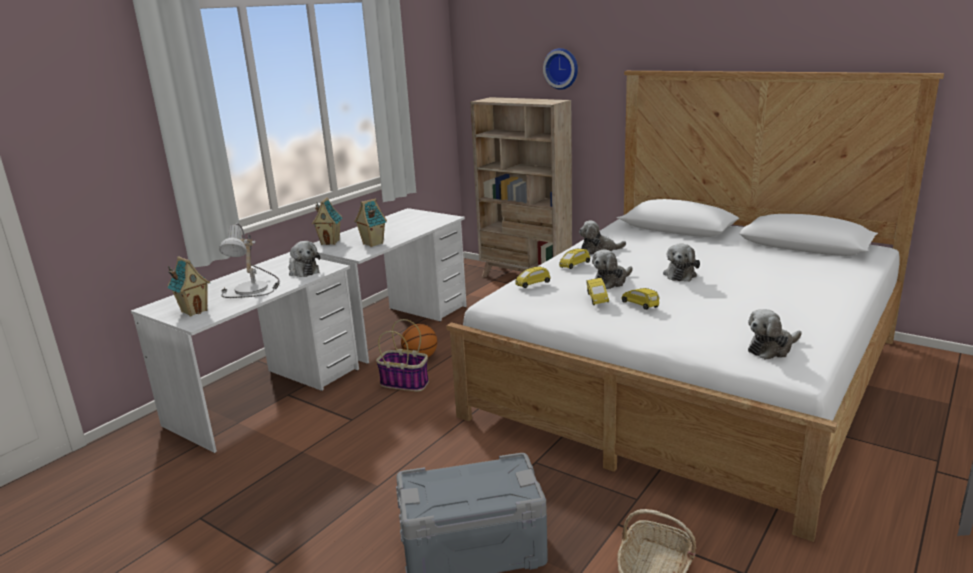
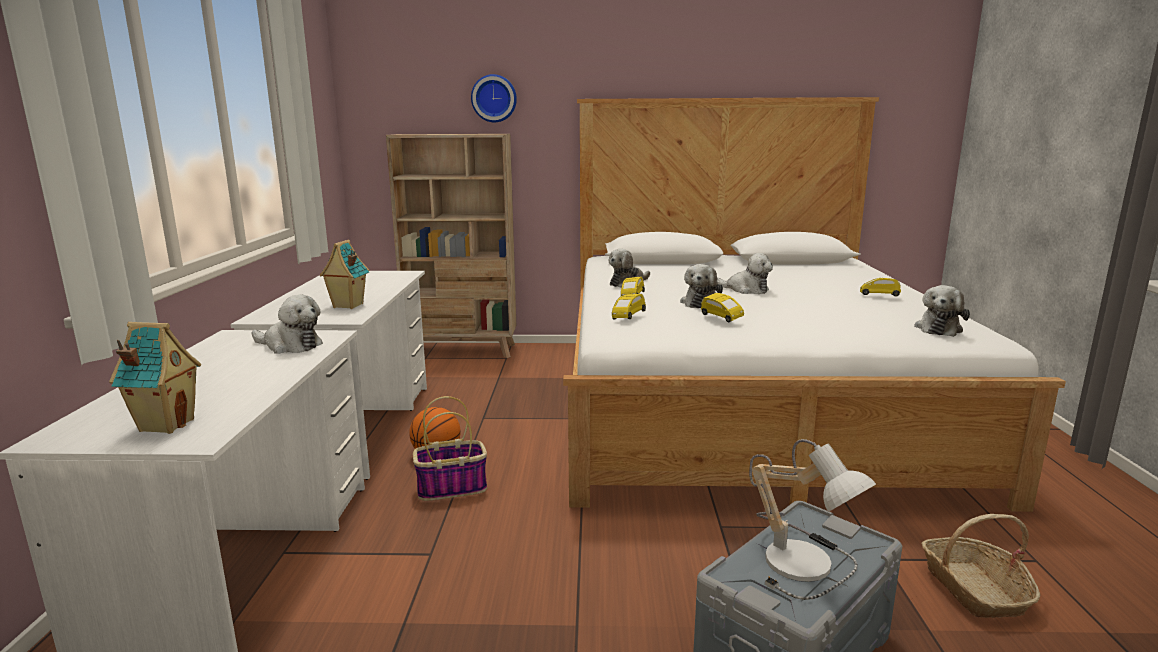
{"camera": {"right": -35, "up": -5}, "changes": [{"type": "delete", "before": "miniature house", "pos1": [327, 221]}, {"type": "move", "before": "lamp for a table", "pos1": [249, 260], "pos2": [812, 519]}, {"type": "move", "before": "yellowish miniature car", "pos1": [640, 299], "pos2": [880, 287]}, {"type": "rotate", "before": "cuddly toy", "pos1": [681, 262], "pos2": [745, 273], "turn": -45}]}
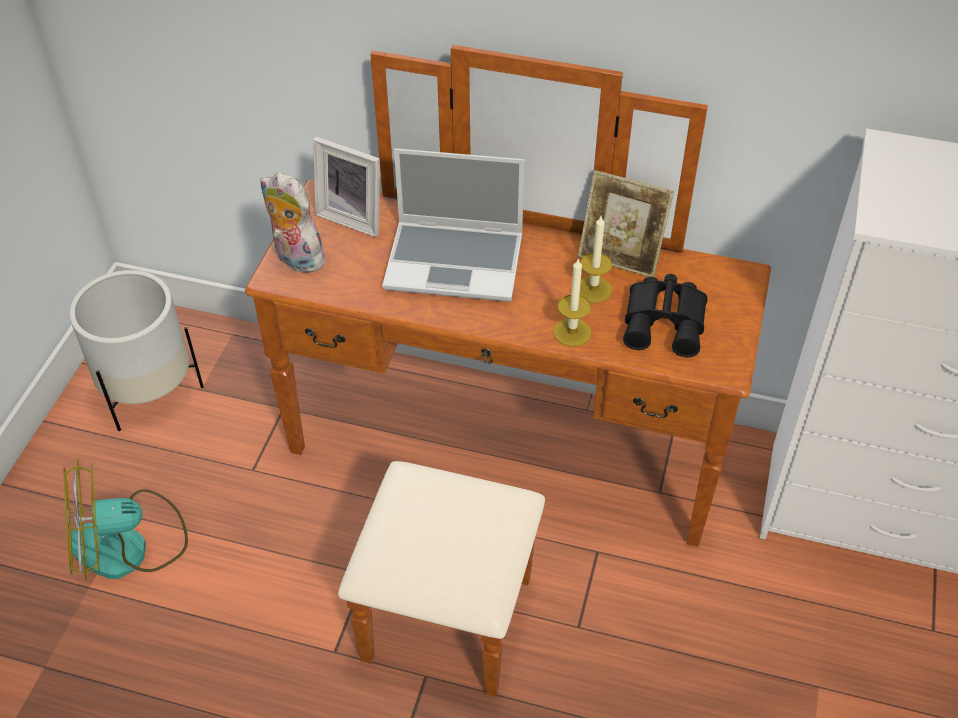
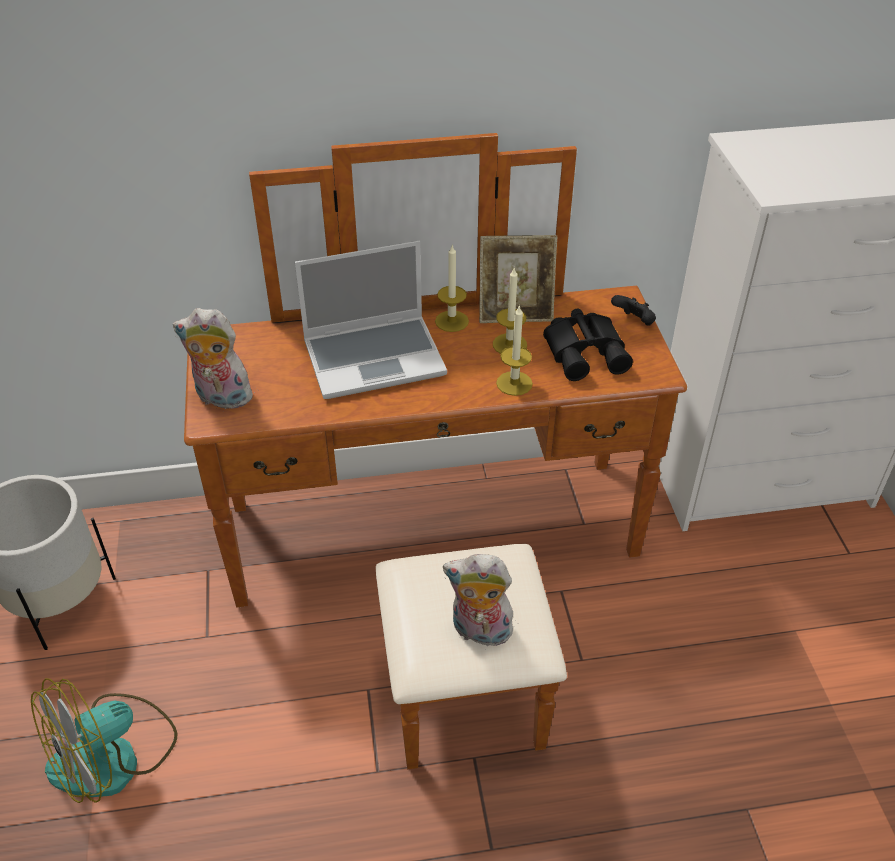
{"camera": {"right": -25, "up": -5}, "changes": [{"type": "delete", "before": "standing frame", "pos1": [346, 187]}, {"type": "insert", "after": "wax candle", "pos2": [452, 288]}, {"type": "insert", "after": "cuddly toy", "pos2": [478, 600]}, {"type": "insert", "after": "blackish gamepad", "pos2": [633, 310]}]}
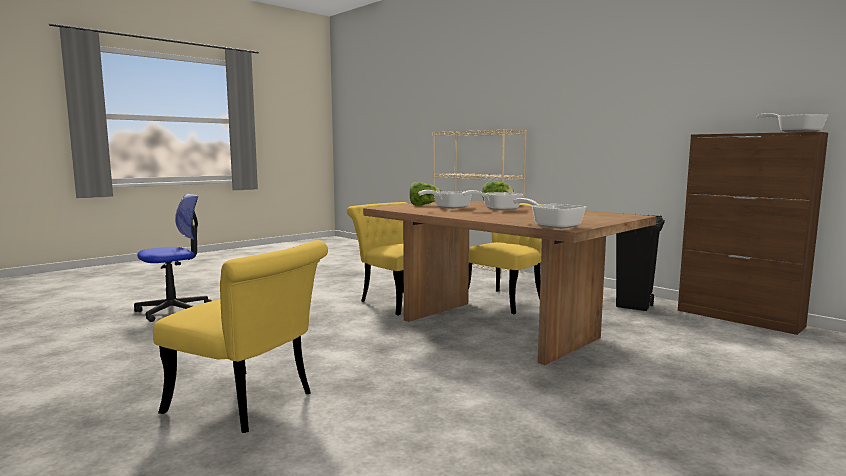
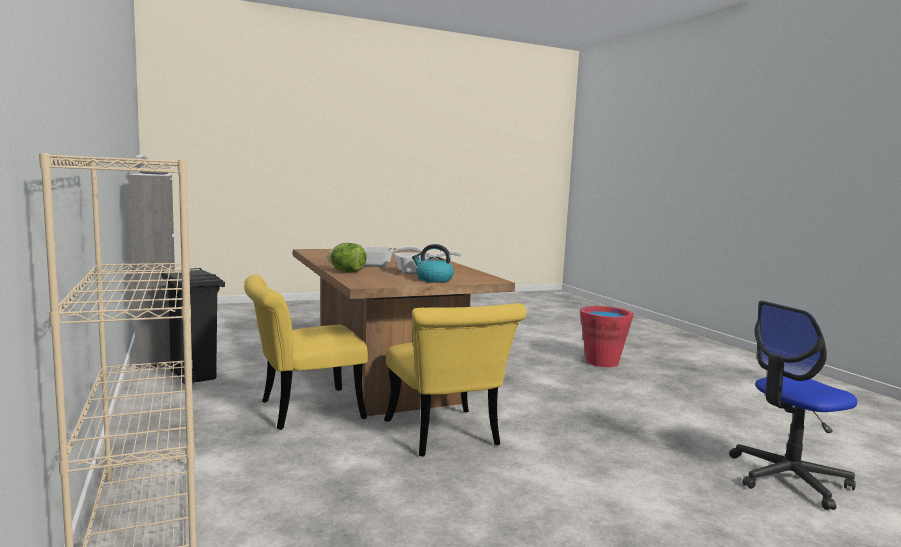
{"camera": {"right": -160, "up": 0}, "changes": [{"type": "delete", "before": "pan", "pos1": [549, 213]}, {"type": "replace", "before": "yellowish upright chair", "after": "red-coloured bucket", "pos1": [240, 336], "pos2": [607, 336]}, {"type": "replace", "before": "lettuce head", "after": "water kettle", "pos1": [425, 193], "pos2": [433, 263]}, {"type": "recolor", "before": "brownish cupboard", "after": "greyish cupboard", "pos1": [753, 233], "pos2": [151, 271]}]}
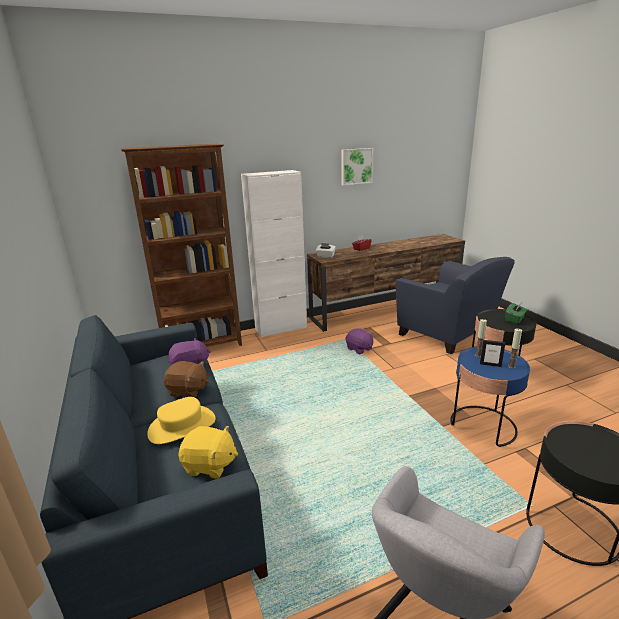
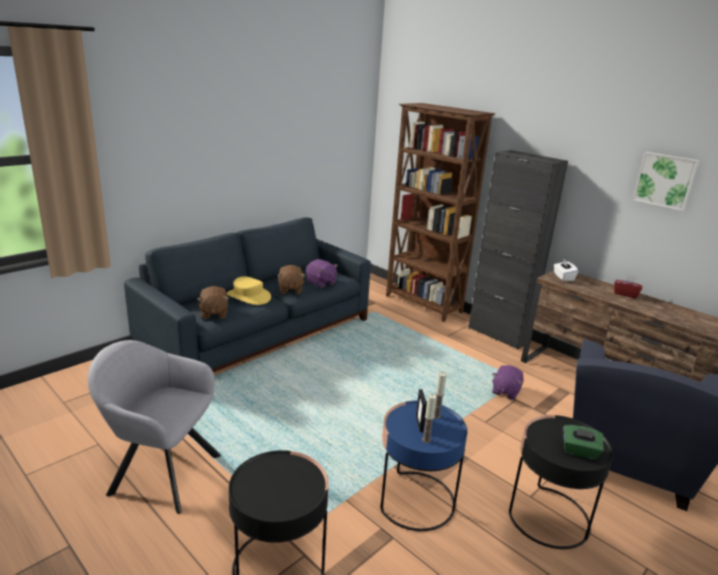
{"camera": {"right": 65, "up": 0}, "changes": [{"type": "recolor", "before": "yellowish cuddly toy", "after": "brownish cuddly toy", "pos1": [208, 452], "pos2": [213, 302]}, {"type": "recolor", "before": "whitish cupboard", "after": "blackish cupboard", "pos1": [274, 254], "pos2": [518, 250]}]}
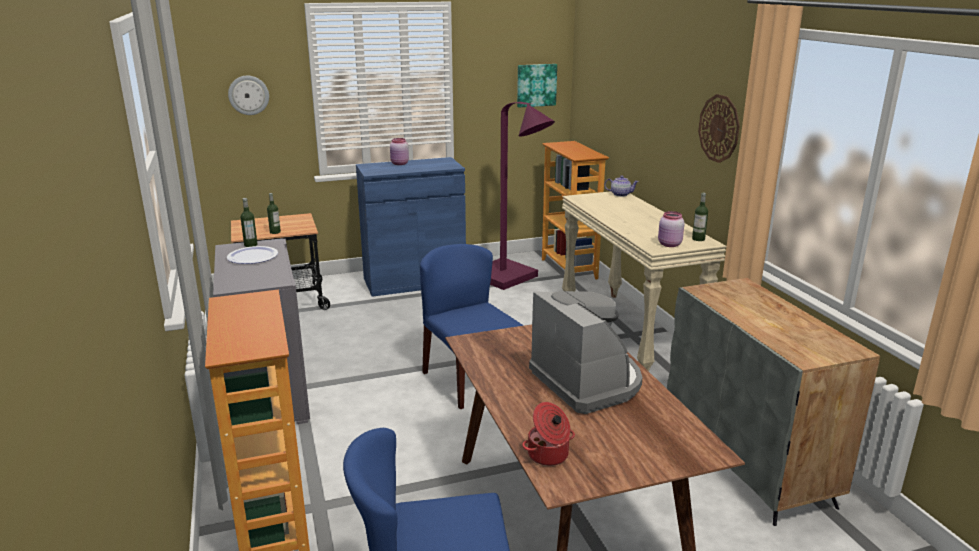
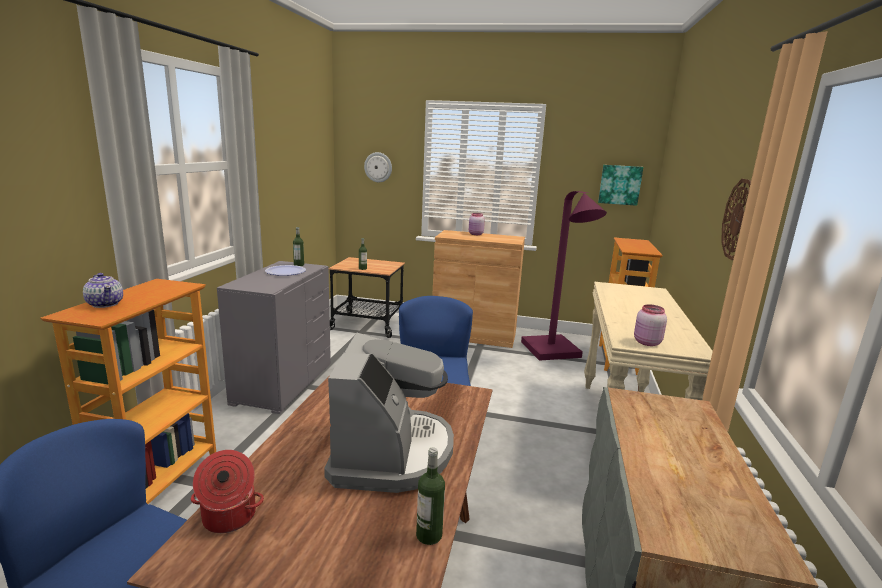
{"camera": {"right": 30, "up": -5}, "changes": [{"type": "move", "before": "tea pot", "pos1": [621, 186], "pos2": [103, 290]}, {"type": "move", "before": "beverage bottle", "pos1": [700, 217], "pos2": [430, 496]}, {"type": "recolor", "before": "bluish cupboard", "after": "brownish cupboard", "pos1": [411, 227], "pos2": [478, 289]}]}
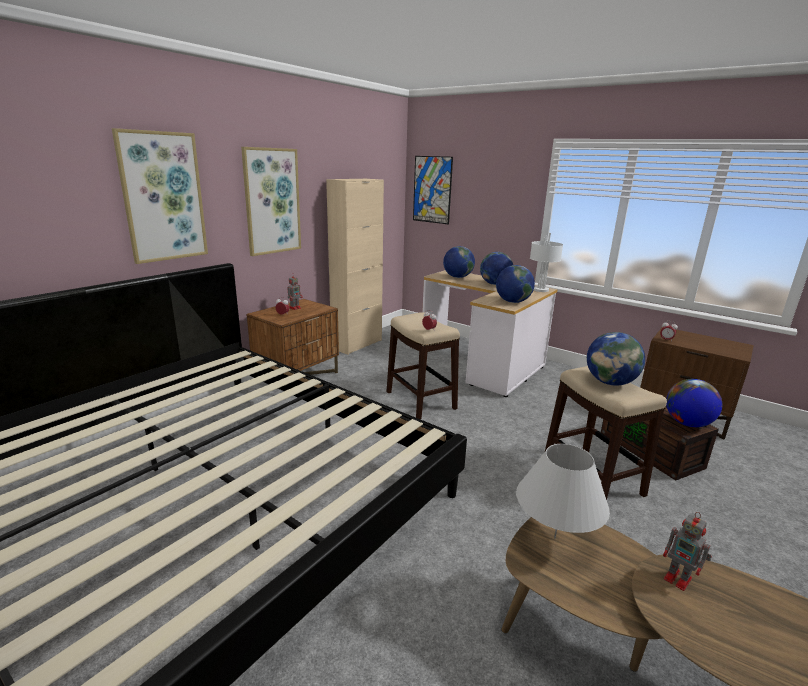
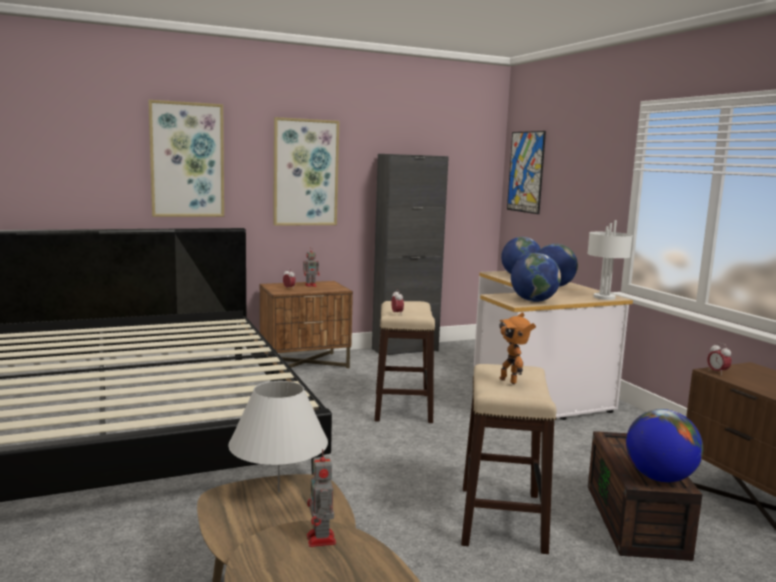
{"camera": {"right": 30, "up": -10}, "changes": [{"type": "replace", "before": "world globe", "after": "robot figure", "pos1": [616, 359], "pos2": [517, 348]}, {"type": "recolor", "before": "beige-coloured cupboard", "after": "blackish cupboard", "pos1": [355, 267], "pos2": [410, 254]}]}
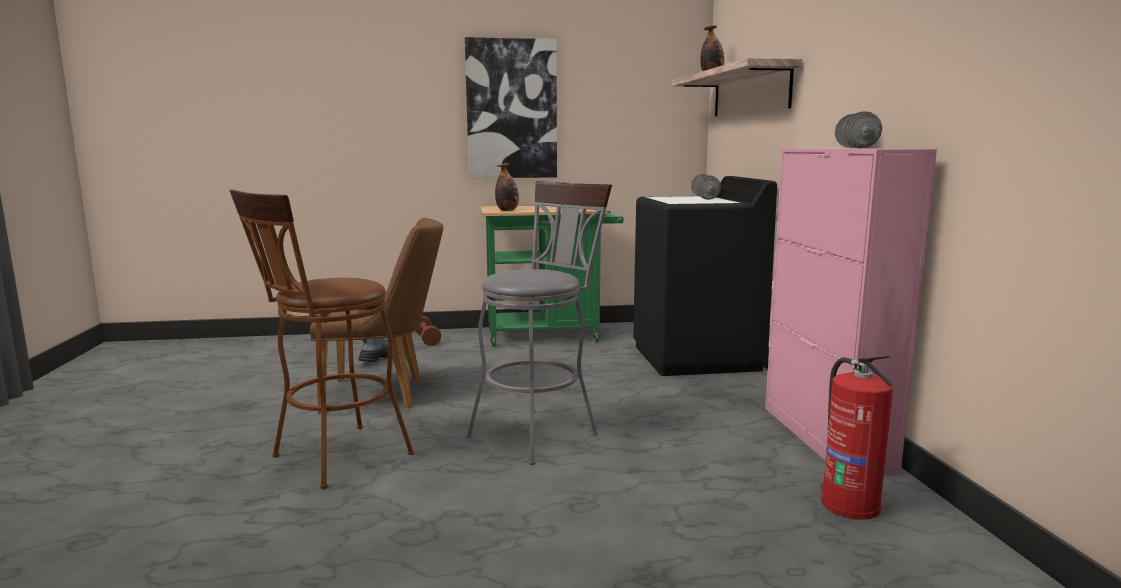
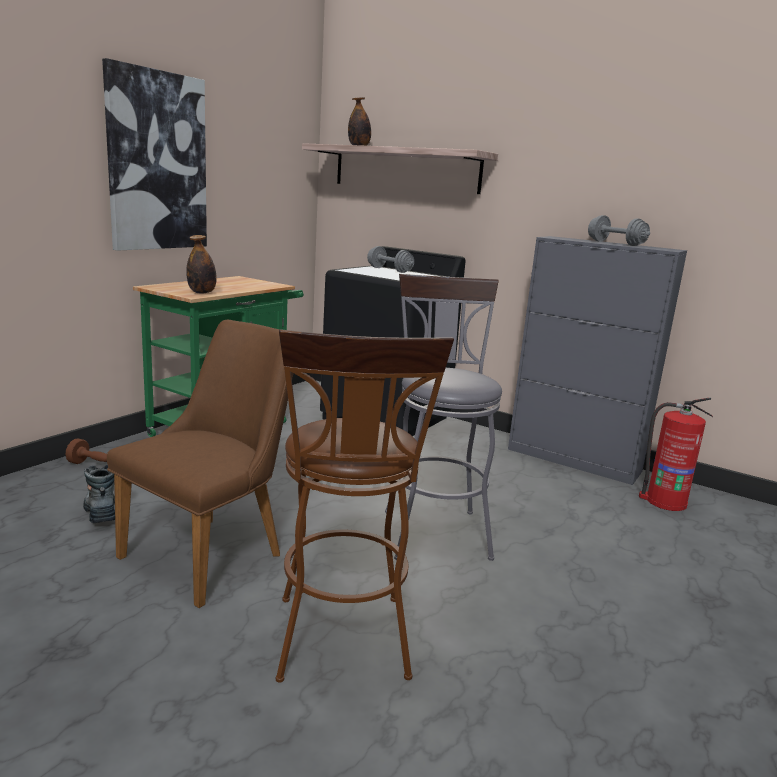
{"camera": {"right": -50, "up": 5}, "changes": [{"type": "recolor", "before": "pinkish cupboard", "after": "greyish cupboard", "pos1": [851, 312], "pos2": [597, 360]}]}
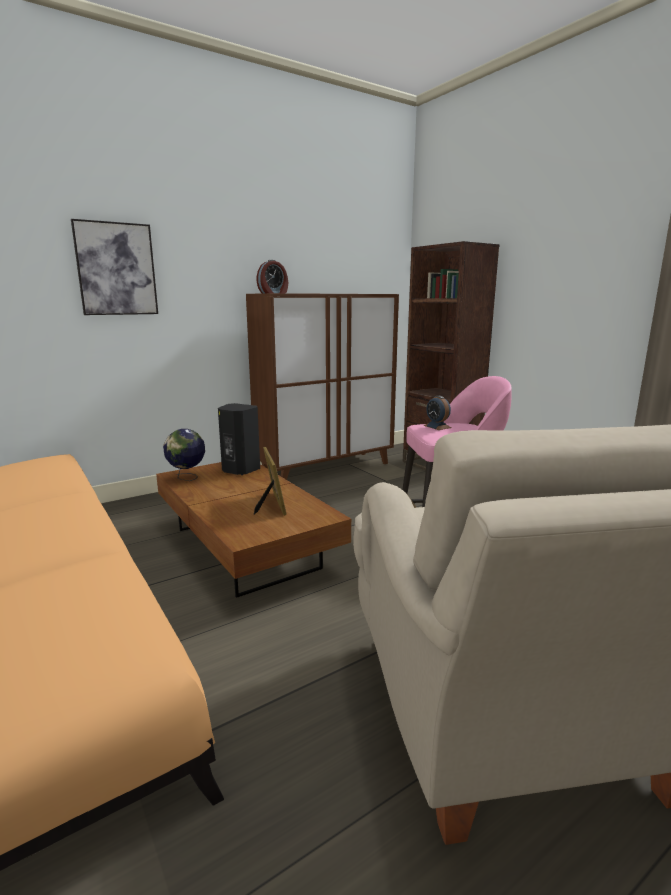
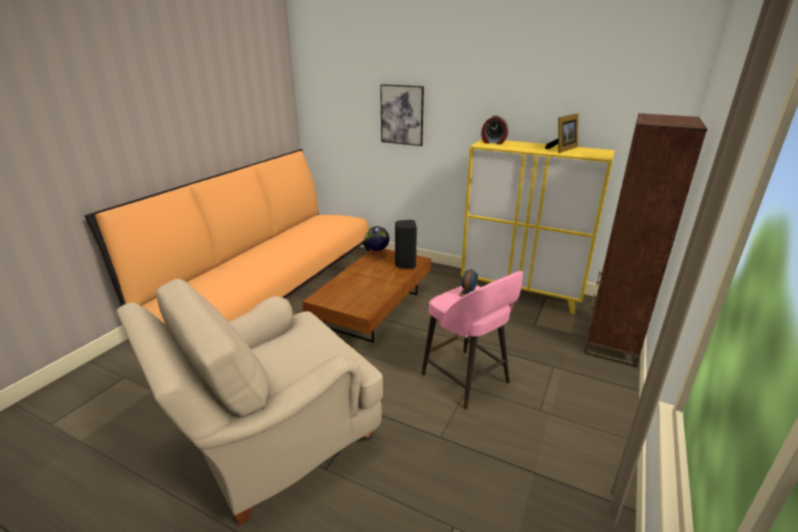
{"camera": {"right": 60, "up": 10}, "changes": [{"type": "move", "before": "standing frame", "pos1": [270, 481], "pos2": [561, 133]}, {"type": "recolor", "before": "brownish cupboard", "after": "yellowish cupboard", "pos1": [322, 386], "pos2": [538, 227]}]}
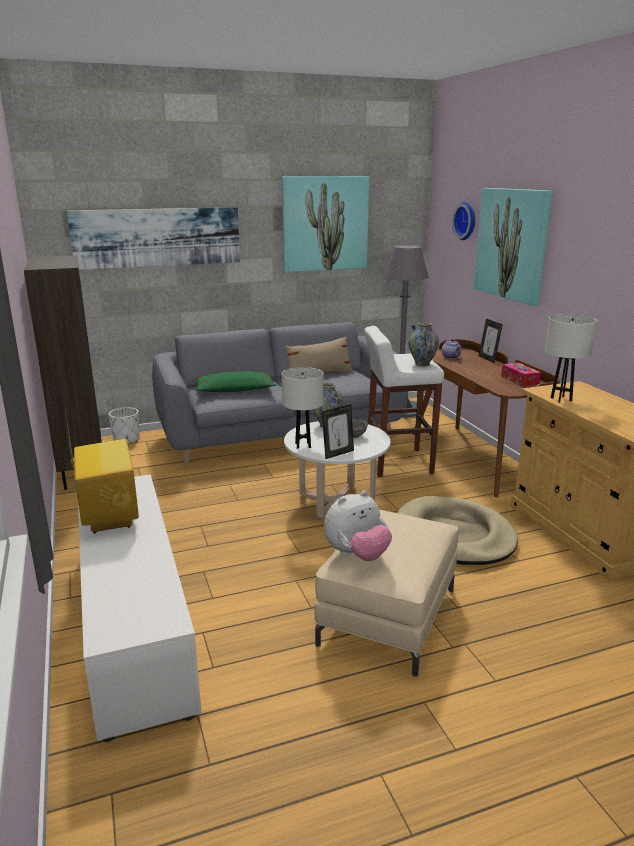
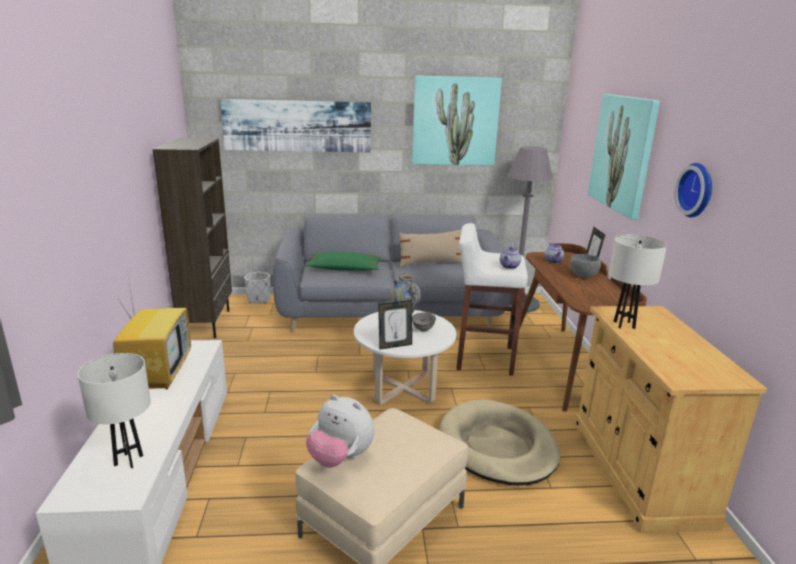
{"camera": {"right": 15, "up": 0}, "changes": [{"type": "delete", "before": "box of tissues", "pos1": [521, 374]}, {"type": "insert", "after": "greyish serving bowl", "pos2": [585, 266]}, {"type": "move", "before": "whitish lamp for a table", "pos1": [302, 408], "pos2": [114, 410]}, {"type": "move", "before": "hanging clock", "pos1": [463, 221], "pos2": [693, 190]}, {"type": "replace", "before": "vase", "after": "tea pot", "pos1": [423, 344], "pos2": [510, 258]}, {"type": "rotate", "before": "cuddly toy", "pos1": [358, 526], "pos2": [340, 431], "turn": 45}]}
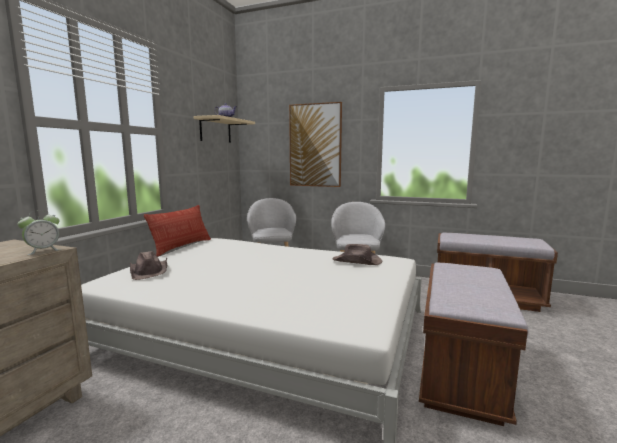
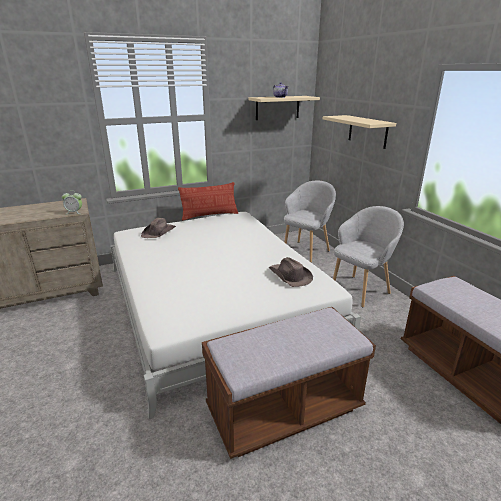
{"camera": {"right": 45, "up": 15}, "changes": [{"type": "replace", "before": "picture", "after": "beige-coloured bracket shelf", "pos1": [315, 144], "pos2": [359, 132]}]}
